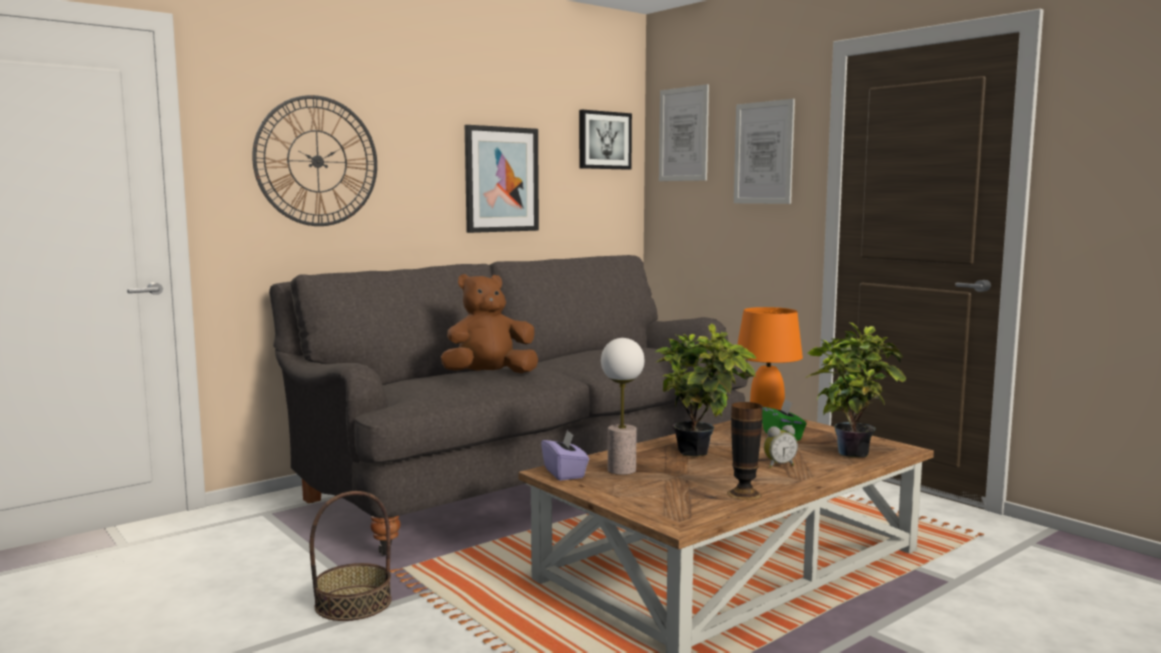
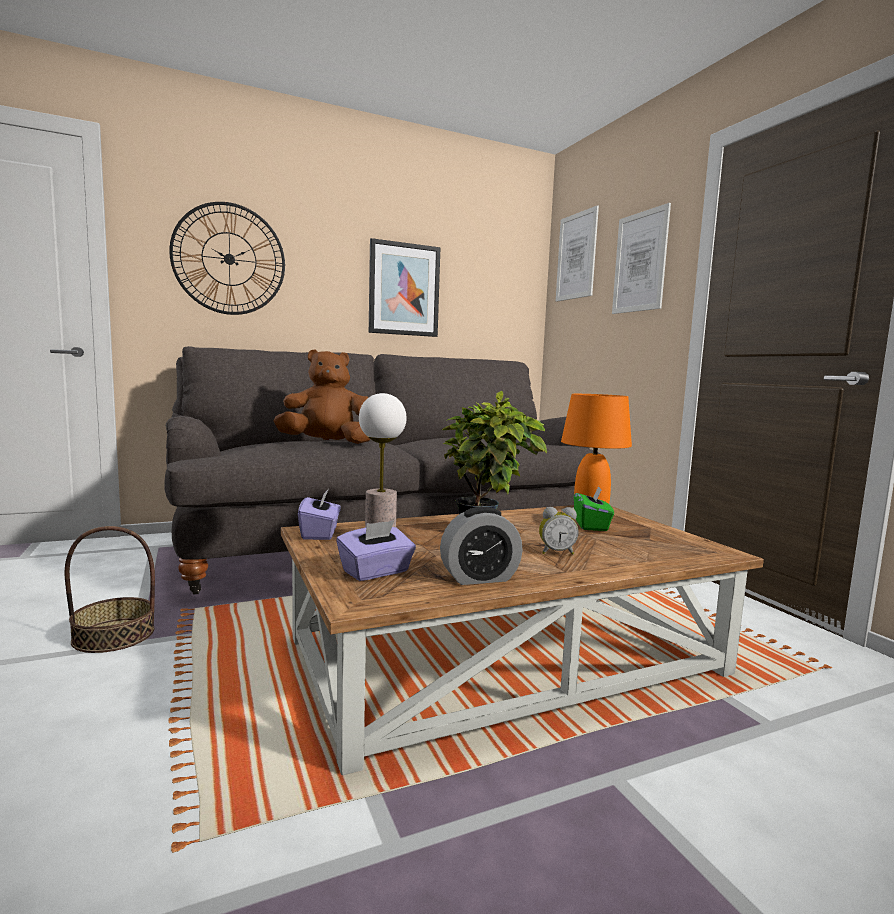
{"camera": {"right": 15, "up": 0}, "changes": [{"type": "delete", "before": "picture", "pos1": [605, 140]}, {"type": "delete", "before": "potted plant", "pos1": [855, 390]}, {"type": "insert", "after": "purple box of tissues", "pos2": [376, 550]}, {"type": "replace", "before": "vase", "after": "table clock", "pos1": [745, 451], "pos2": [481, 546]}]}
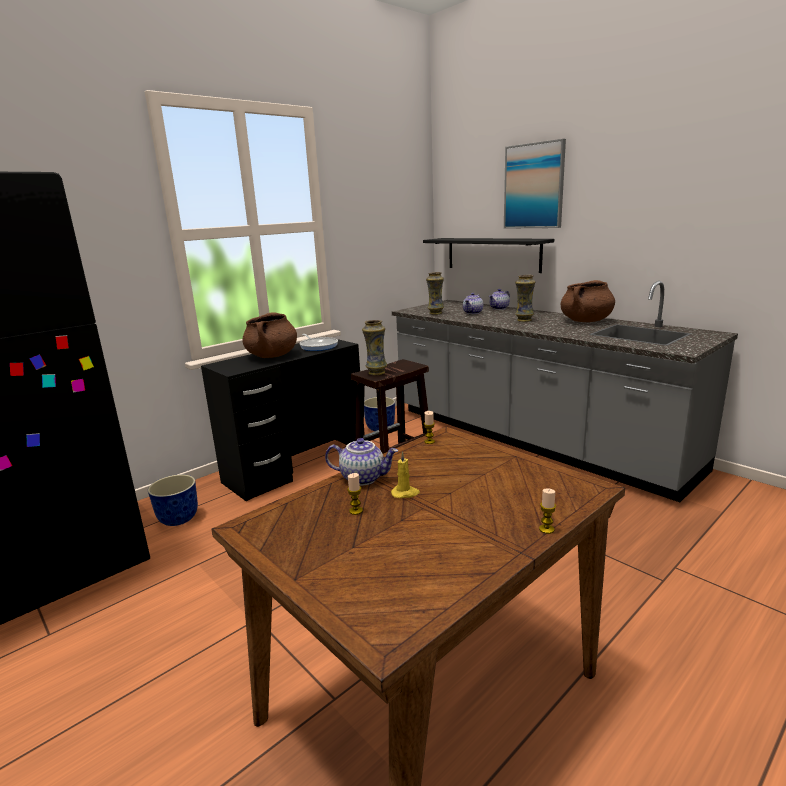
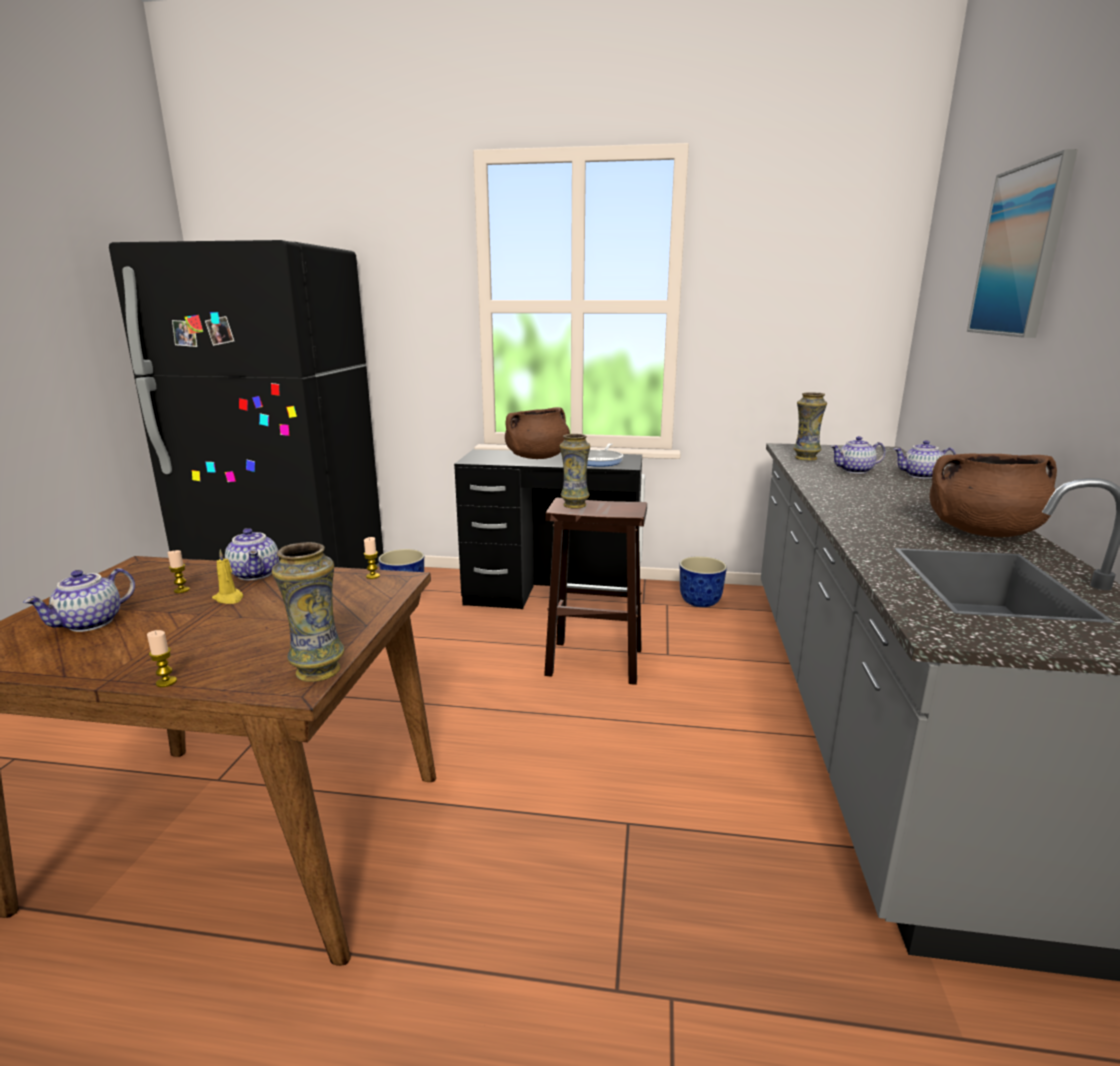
{"camera": {"right": 50, "up": 0}, "changes": [{"type": "delete", "before": "blackish bracket shelf", "pos1": [488, 255]}, {"type": "insert", "after": "tea pot", "pos2": [79, 600]}, {"type": "move", "before": "vase", "pos1": [525, 298], "pos2": [308, 612]}]}
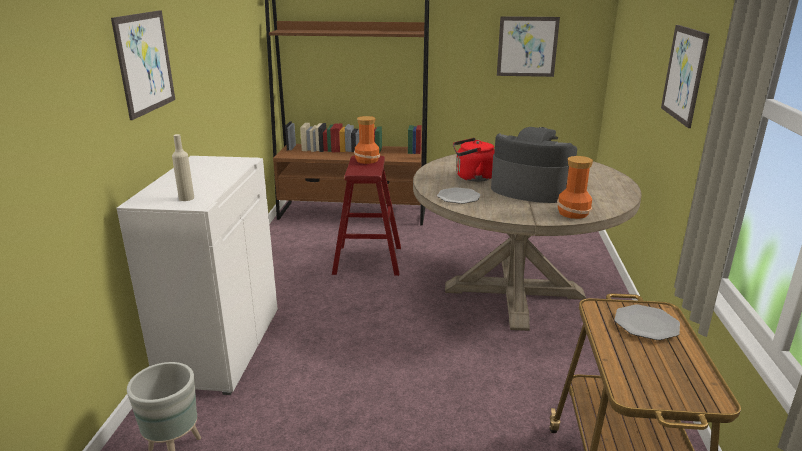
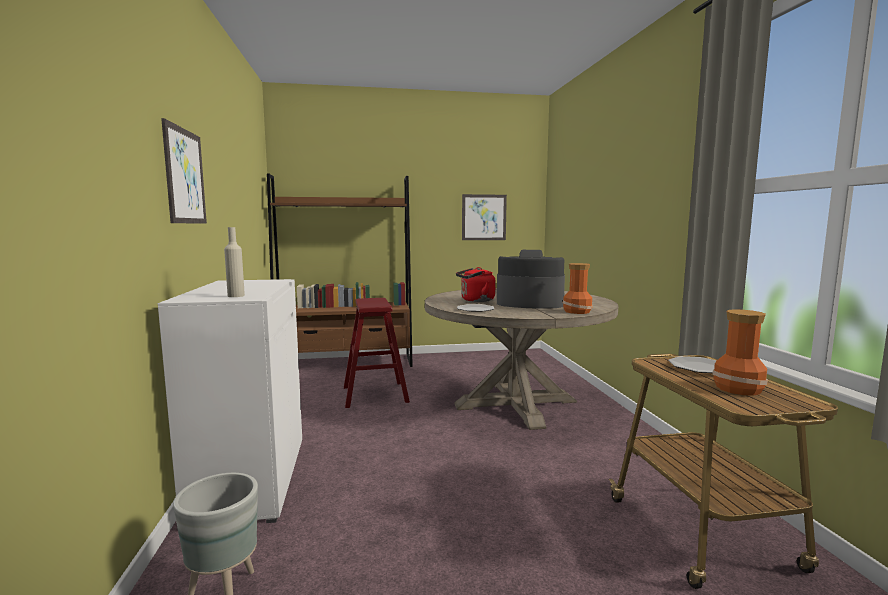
{"camera": {"right": -15, "up": -15}, "changes": [{"type": "delete", "before": "picture", "pos1": [685, 76]}, {"type": "move", "before": "vase", "pos1": [367, 140], "pos2": [740, 352]}]}
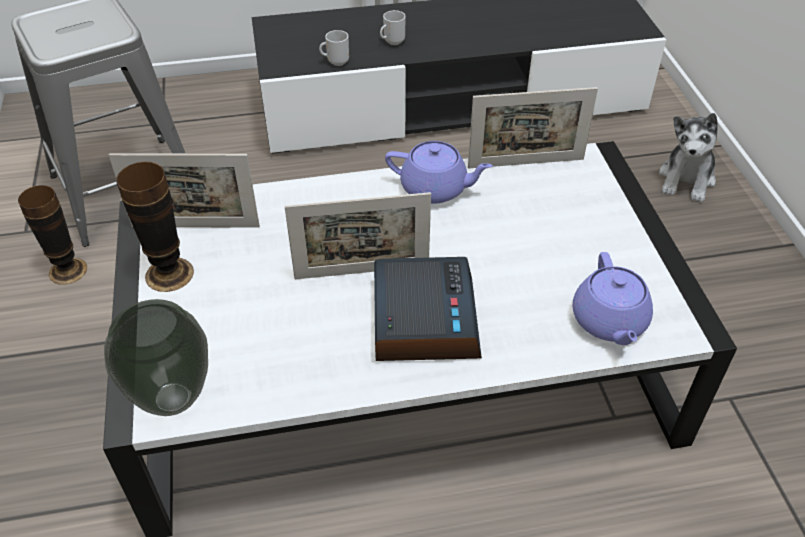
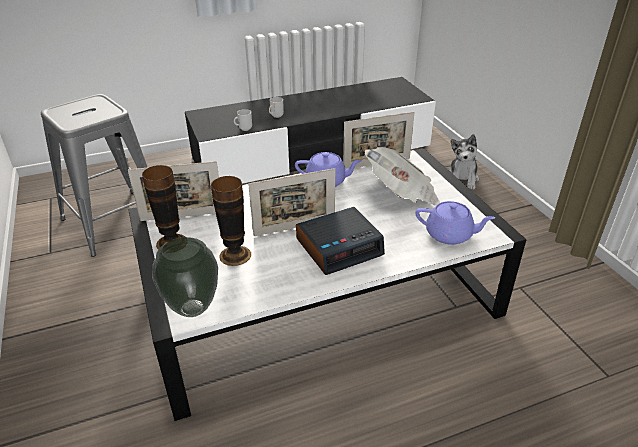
{"camera": {"right": -10, "up": -10}, "changes": [{"type": "insert", "after": "newspaper", "pos2": [402, 176]}, {"type": "move", "before": "vase", "pos1": [52, 235], "pos2": [231, 221]}, {"type": "rotate", "before": "table clock", "pos1": [428, 309], "pos2": [340, 241], "turn": 75}, {"type": "rotate", "before": "purple tea pot", "pos1": [612, 298], "pos2": [455, 223], "turn": -60}]}
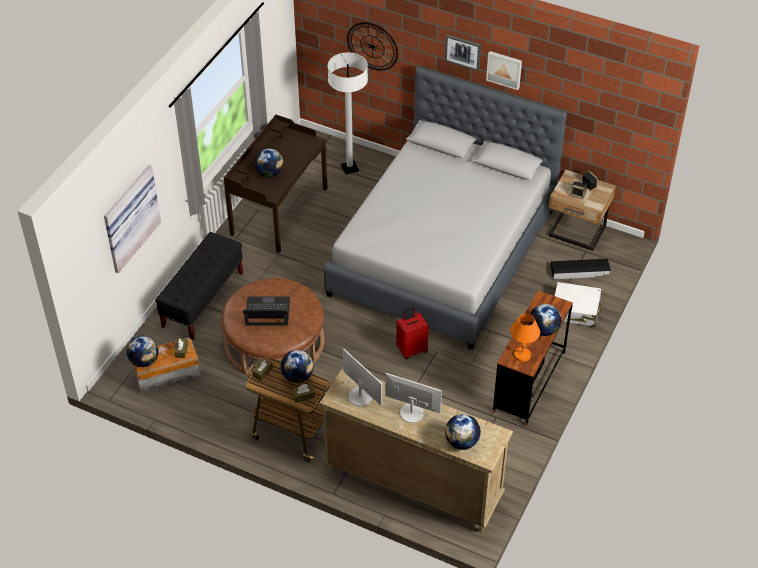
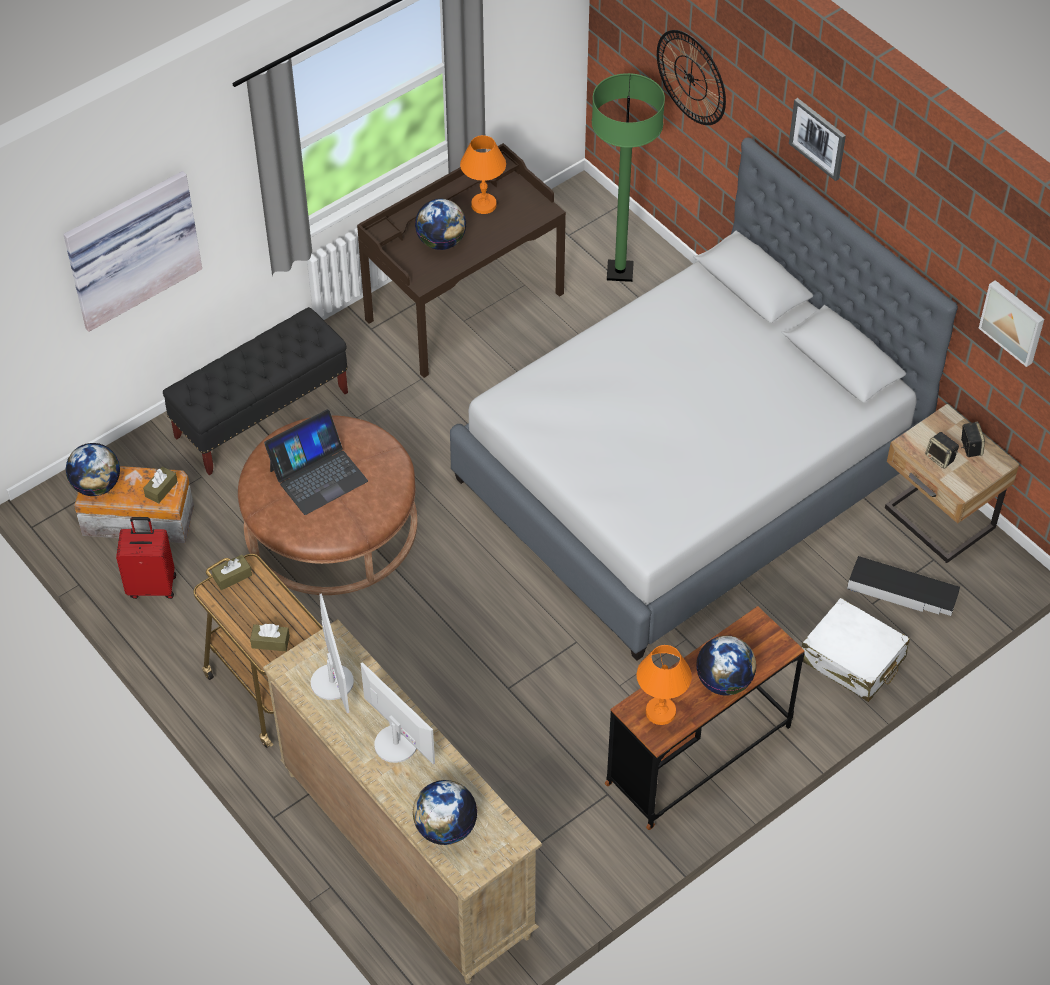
{"camera": {"right": 25, "up": 5}, "changes": [{"type": "delete", "before": "world globe", "pos1": [297, 366]}, {"type": "insert", "after": "orange-coloured lamp for a table", "pos2": [483, 174]}, {"type": "move", "before": "red-coloured travel case", "pos1": [412, 333], "pos2": [146, 558]}, {"type": "move", "before": "picture", "pos1": [504, 70], "pos2": [1011, 323]}, {"type": "recolor", "before": "whitish standing lamp", "after": "greenish standing lamp", "pos1": [348, 114], "pos2": [628, 177]}, {"type": "rotate", "before": "portable computer", "pos1": [266, 311], "pos2": [316, 462], "turn": 120}]}
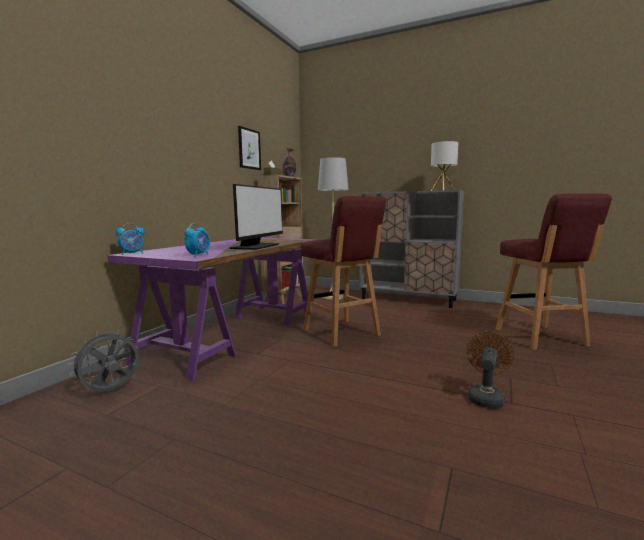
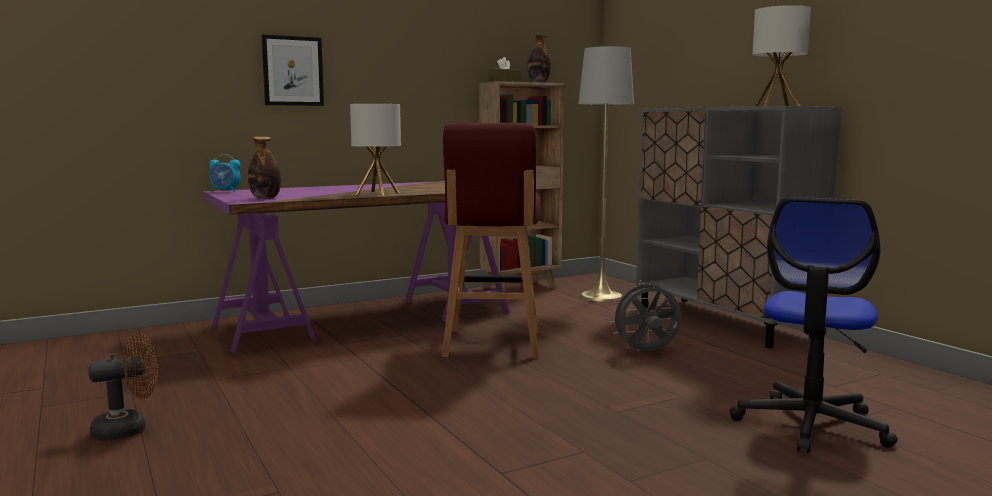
{"camera": {"right": 35, "up": 0}, "changes": [{"type": "move", "before": "greyish electric fan", "pos1": [103, 360], "pos2": [645, 315]}, {"type": "move", "before": "picture", "pos1": [249, 148], "pos2": [292, 70]}, {"type": "move", "before": "brownish electric fan", "pos1": [490, 370], "pos2": [123, 386]}, {"type": "replace", "before": "table clock", "after": "beverage bottle", "pos1": [197, 240], "pos2": [264, 167]}, {"type": "replace", "before": "computer screen", "after": "lamp for a table", "pos1": [256, 217], "pos2": [375, 150]}, {"type": "replace", "before": "red-coloured stool seat", "after": "desk chair", "pos1": [554, 271], "pos2": [813, 325]}]}
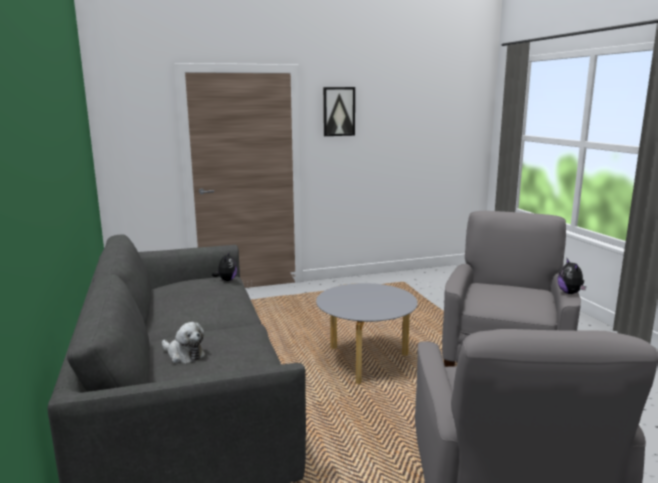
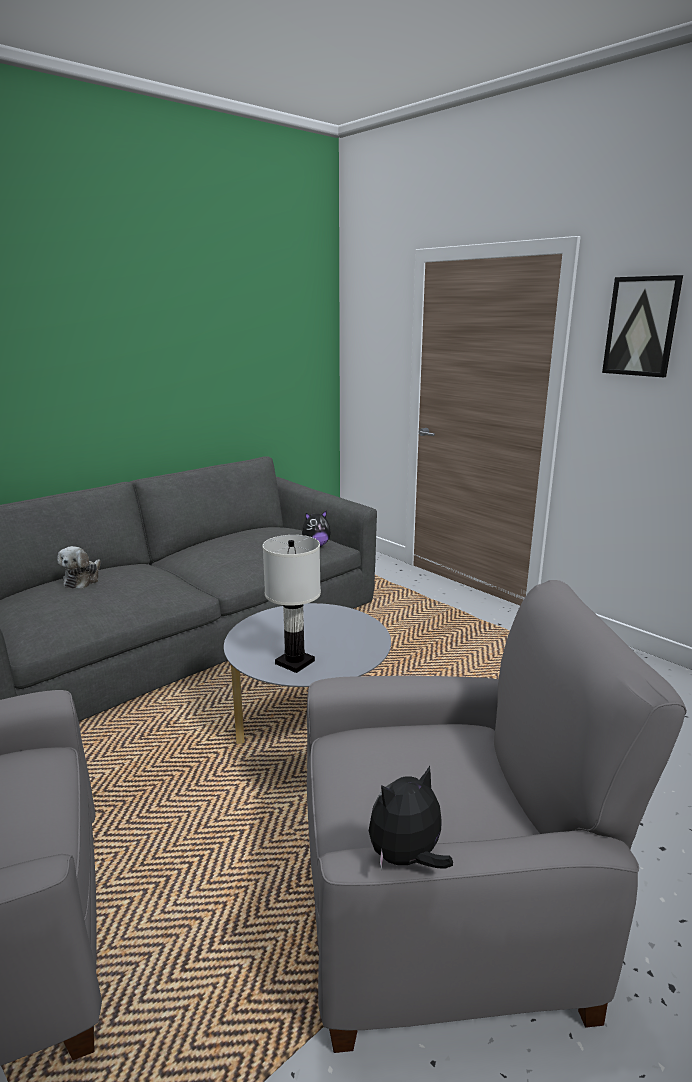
{"camera": {"right": 65, "up": 5}, "changes": [{"type": "insert", "after": "whitish lamp for a table", "pos2": [292, 604]}]}
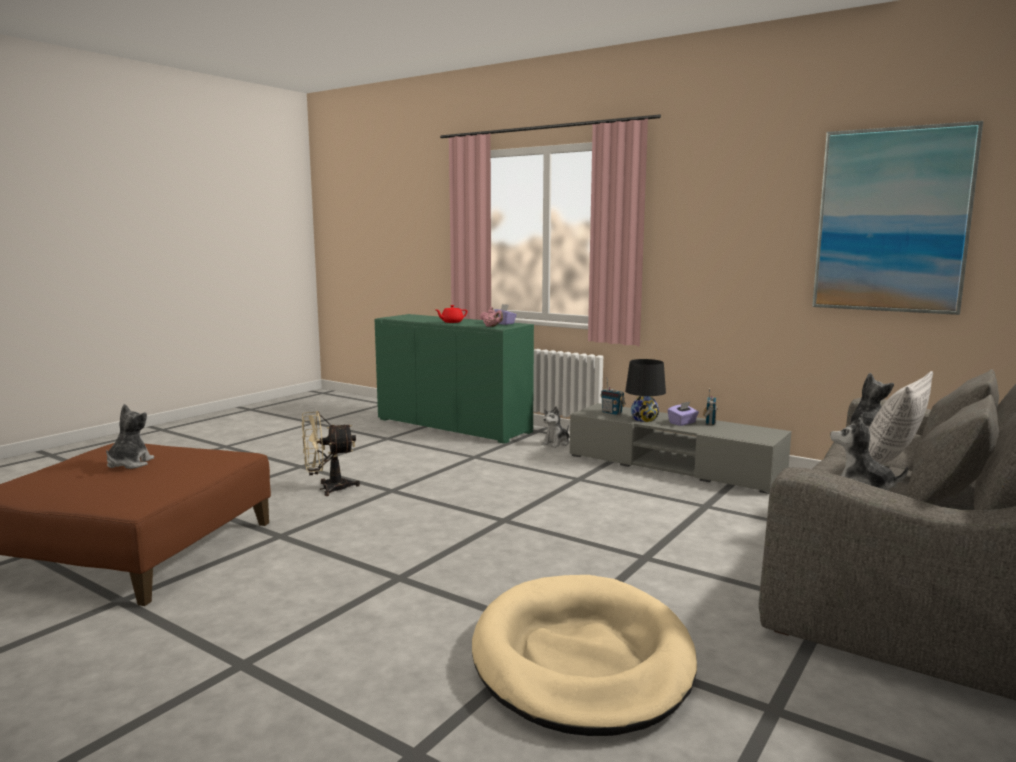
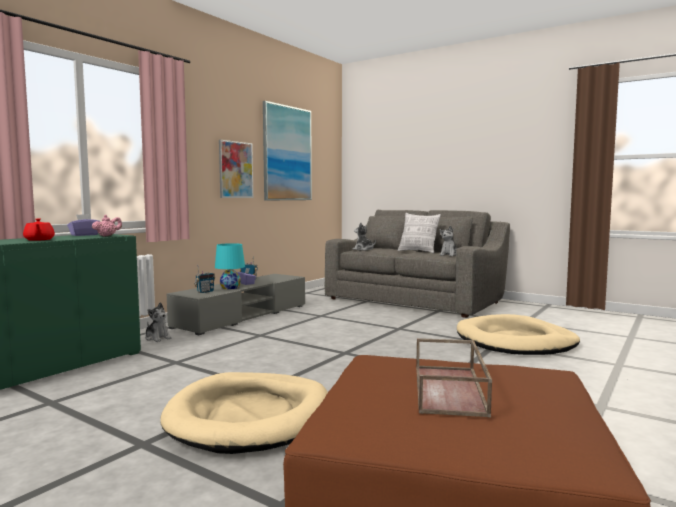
{"camera": {"right": -90, "up": -5}, "changes": [{"type": "insert", "after": "picture", "pos2": [236, 169]}, {"type": "replace", "before": "cuddly toy", "after": "brownish serving tray", "pos1": [130, 436], "pos2": [454, 378]}, {"type": "replace", "before": "beige-coloured electric fan", "after": "beige-coloured pet bed", "pos1": [331, 453], "pos2": [244, 413]}, {"type": "recolor", "before": "blackish lamp for a table", "after": "turquoise-coloured lamp for a table", "pos1": [645, 390], "pos2": [230, 266]}]}
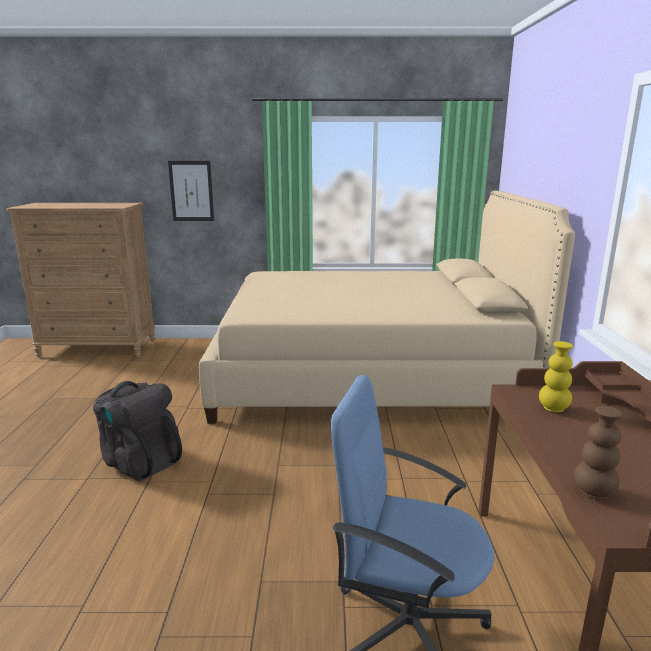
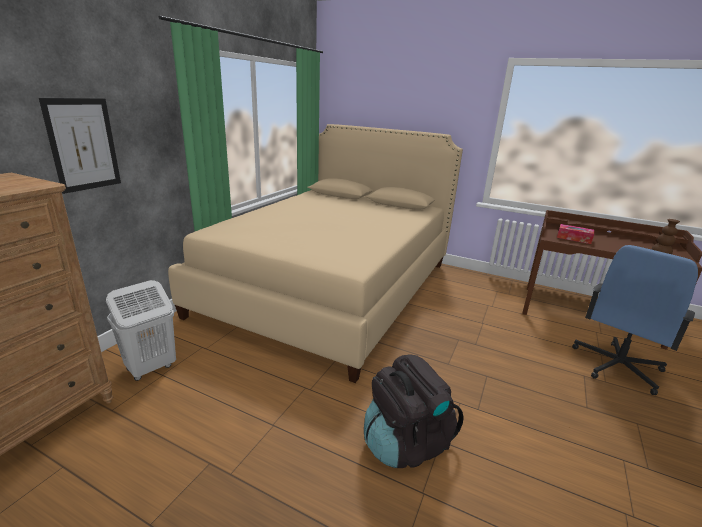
{"camera": {"right": -65, "up": 5}, "changes": [{"type": "insert", "after": "whitish washing basket", "pos2": [141, 330]}, {"type": "replace", "before": "yellowish vase", "after": "box of tissues", "pos1": [556, 376], "pos2": [575, 234]}]}
